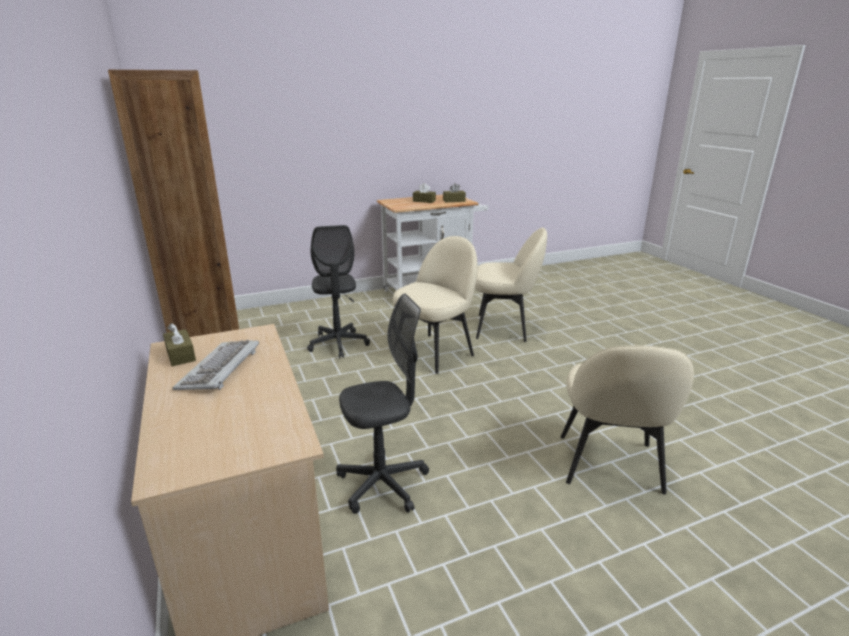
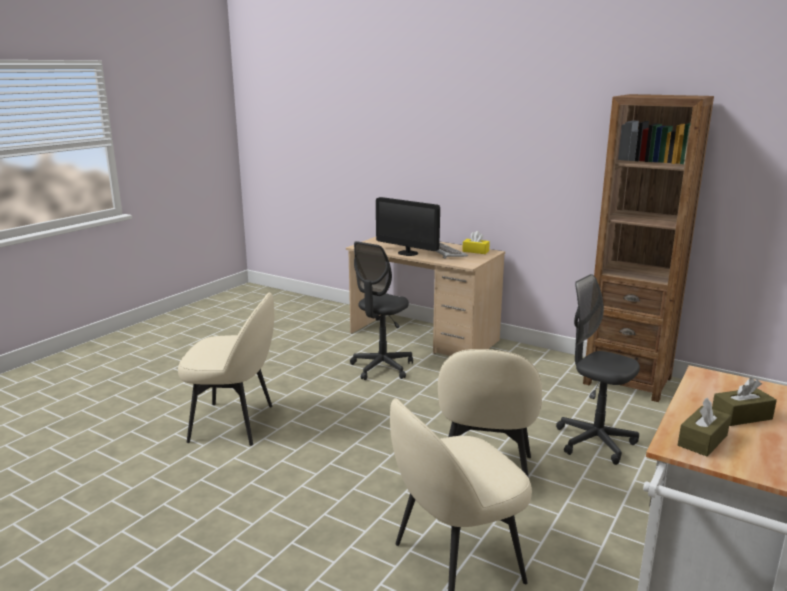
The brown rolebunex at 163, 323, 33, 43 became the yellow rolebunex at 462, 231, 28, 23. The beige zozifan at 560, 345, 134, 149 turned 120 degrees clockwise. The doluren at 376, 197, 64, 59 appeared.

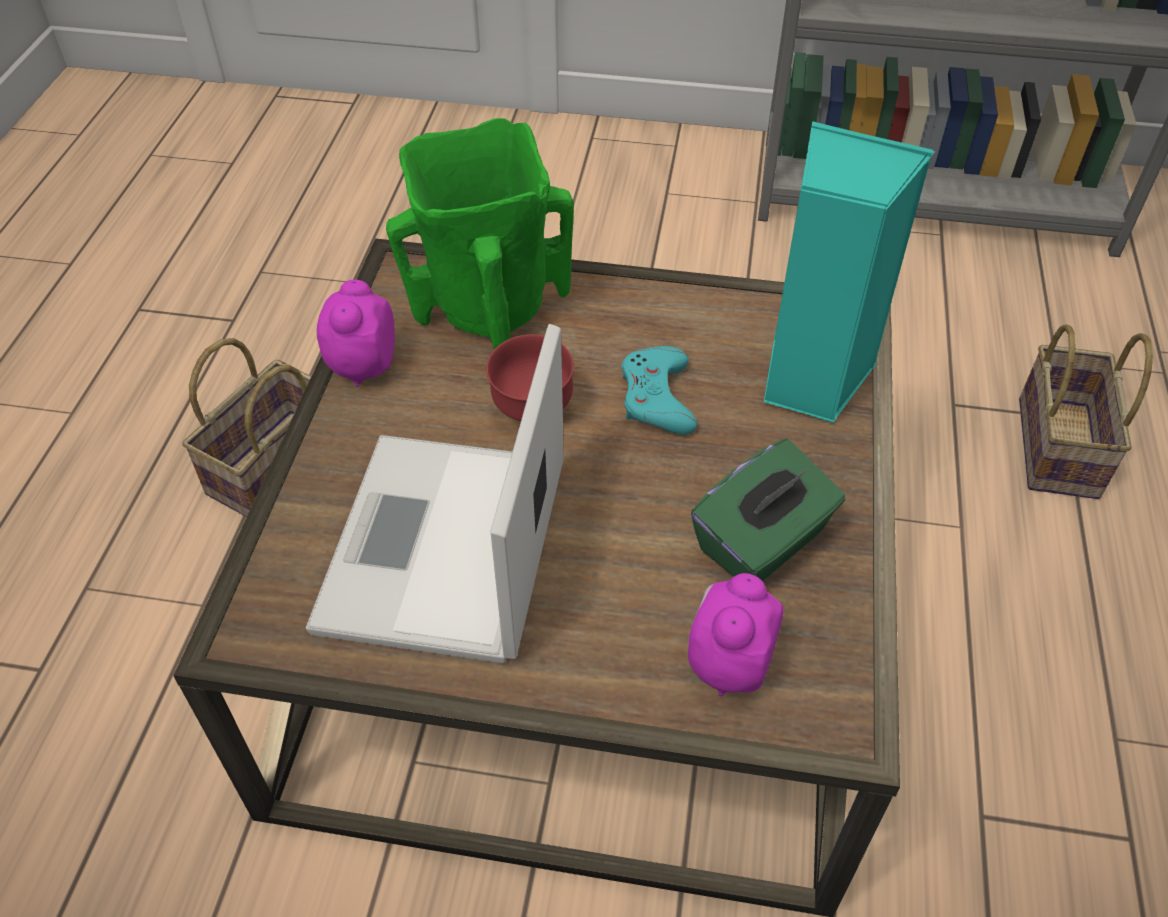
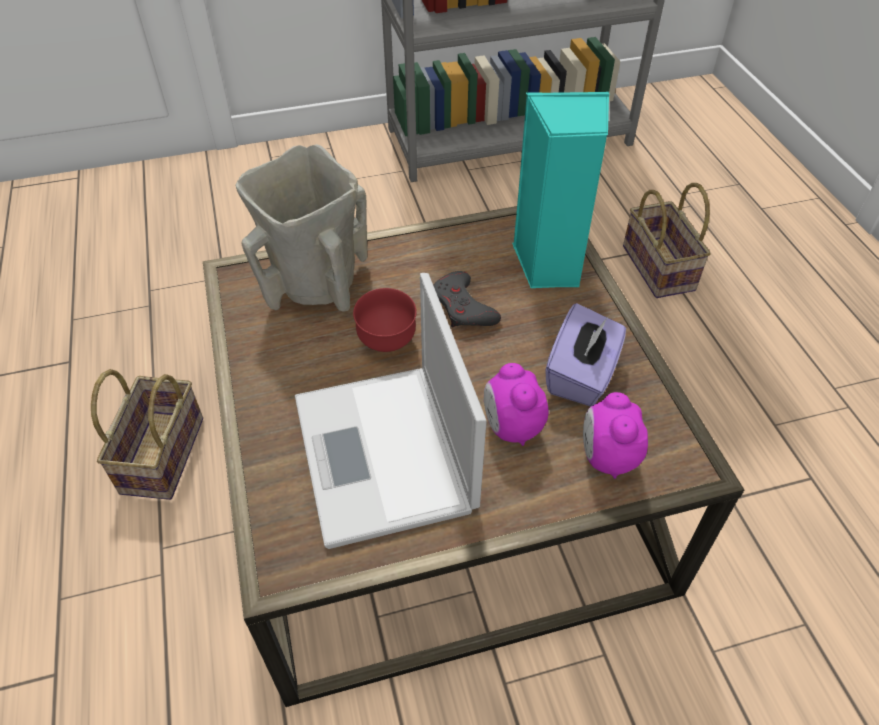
The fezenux moved from 317, 280, 78, 107 to 484, 363, 64, 83. The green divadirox at 386, 118, 188, 232 became the beige divadirox at 235, 144, 133, 168. The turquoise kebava at 622, 346, 75, 89 became the grey kebava at 433, 271, 68, 57. The green rolebunex at 691, 439, 154, 142 became the purple rolebunex at 545, 303, 81, 104.

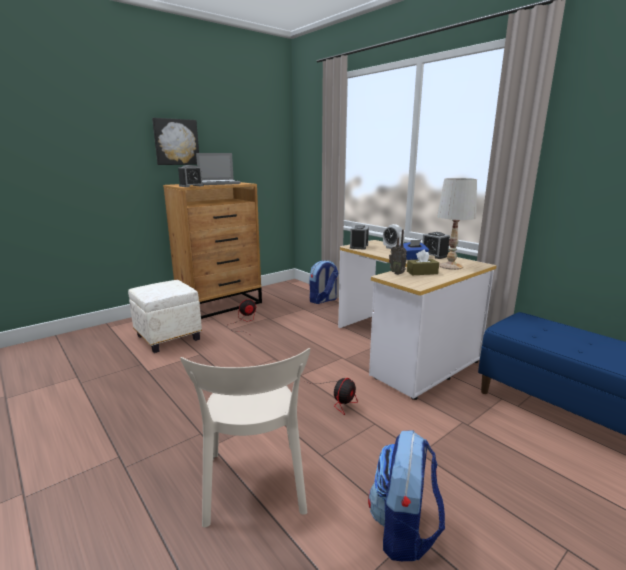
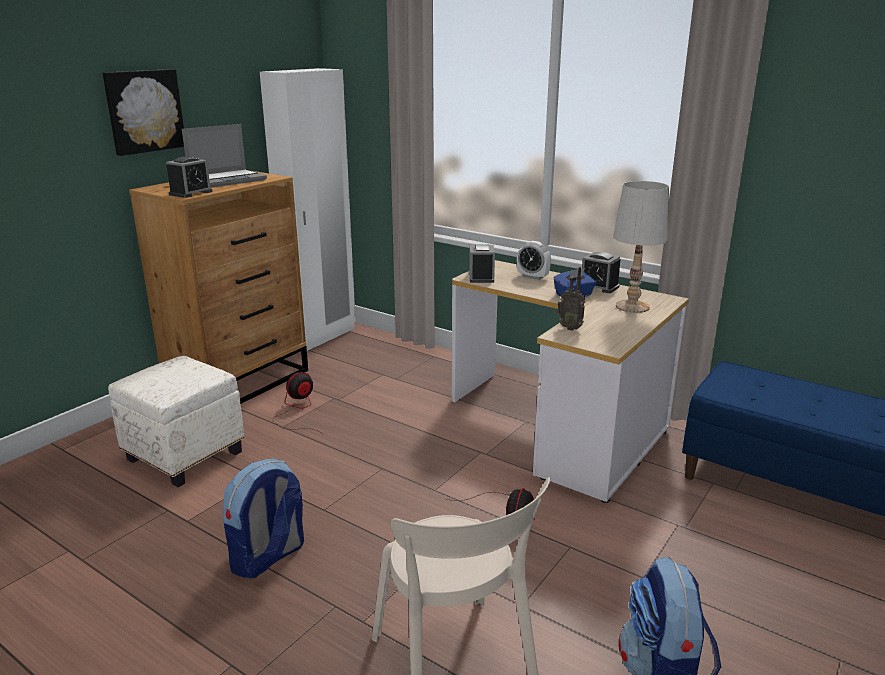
The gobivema moved from 309, 260, 29, 44 to 223, 459, 81, 120. The brown rolebunex at 407, 250, 32, 25 disappeared. The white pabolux at 260, 68, 96, 283 appeared.

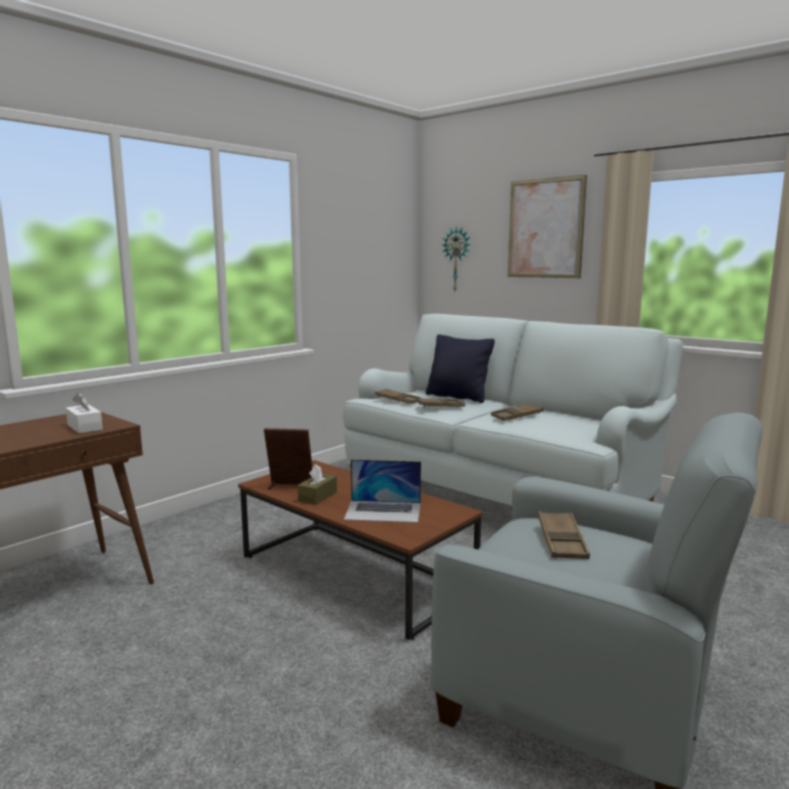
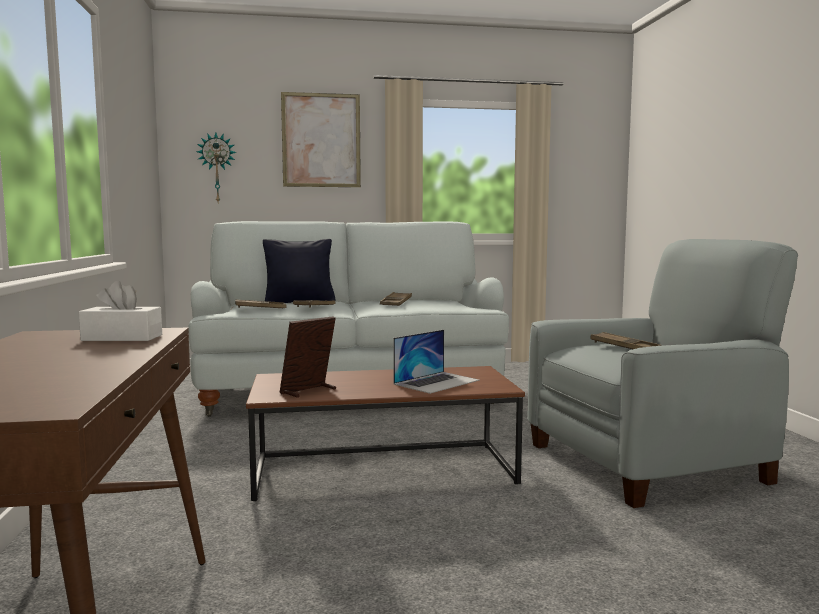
The brown rolebunex at 298, 464, 39, 41 disappeared.

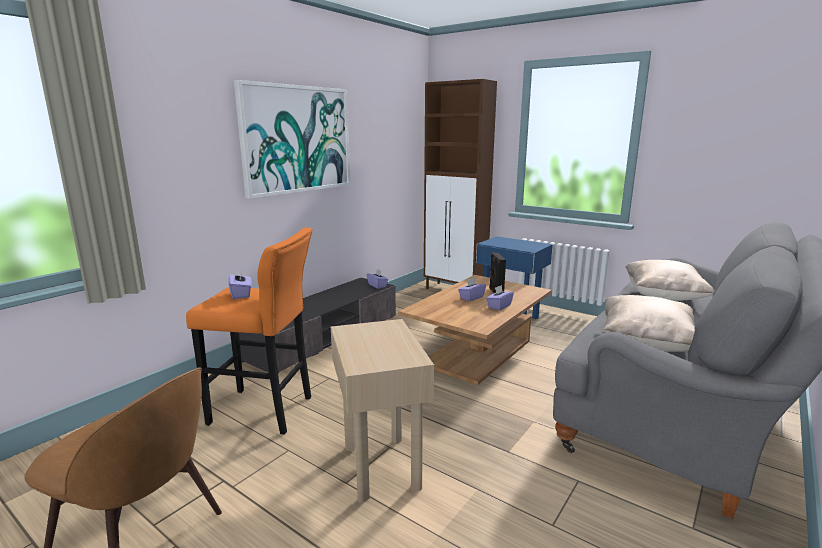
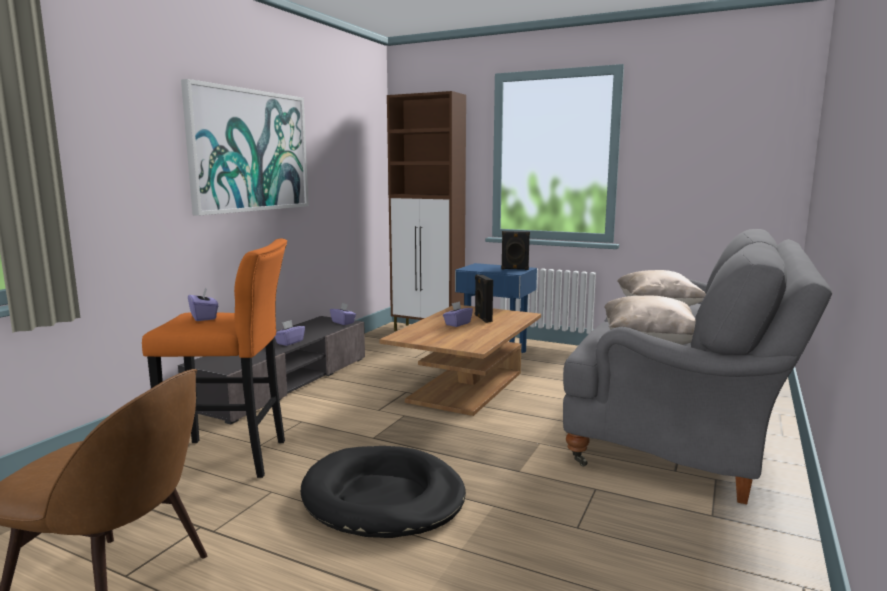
The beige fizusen at 331, 319, 103, 184 was replaced by the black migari at 301, 446, 165, 92. The purple rolebunex moved from 486, 285, 28, 25 to 275, 320, 30, 26. The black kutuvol at 501, 231, 29, 39 appeared.

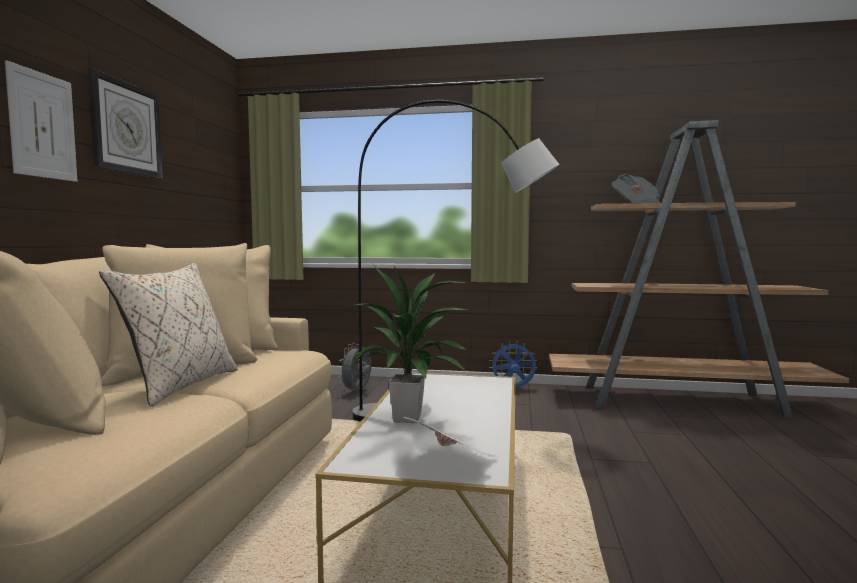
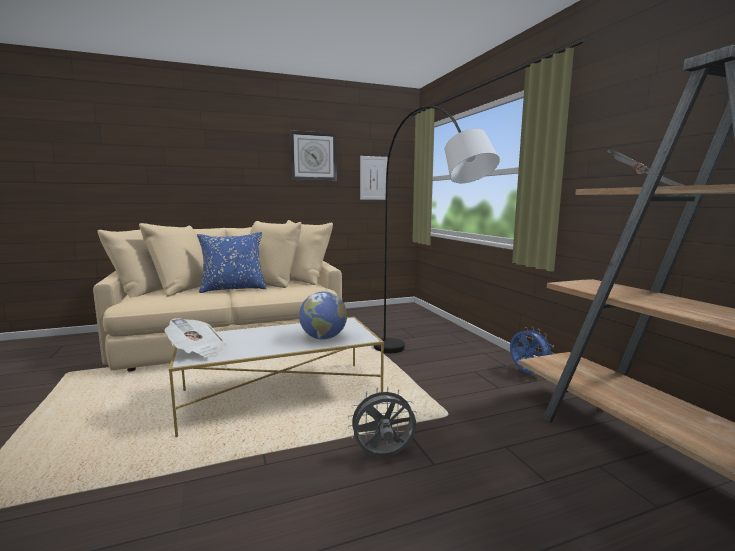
The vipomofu moved from 5, 60, 72, 122 to 360, 156, 28, 44. The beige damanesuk at 99, 263, 139, 144 became the blue damanesuk at 197, 232, 70, 61. The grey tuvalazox moved from 338, 343, 33, 49 to 348, 387, 69, 70. The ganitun at 348, 266, 120, 157 disappeared. The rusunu at 299, 291, 48, 49 appeared.

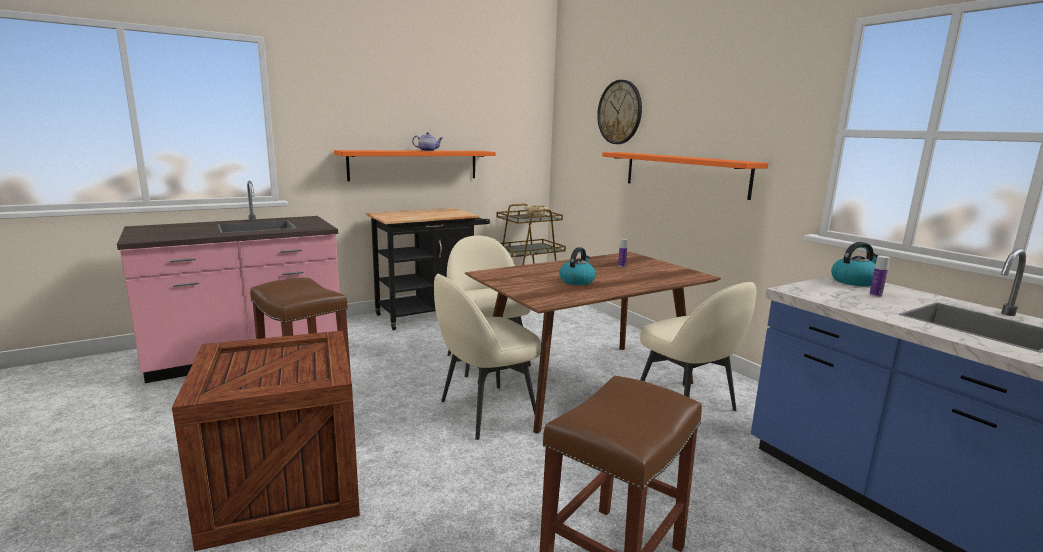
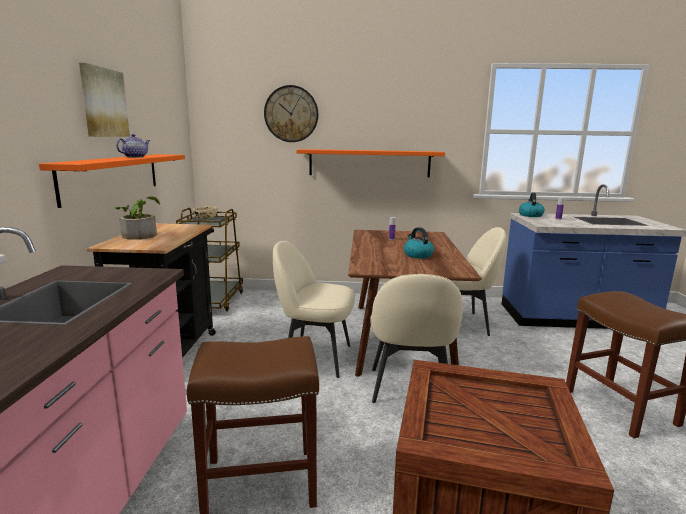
The vipomofu at 79, 63, 51, 74 appeared. The ganitun at 115, 196, 45, 44 appeared.

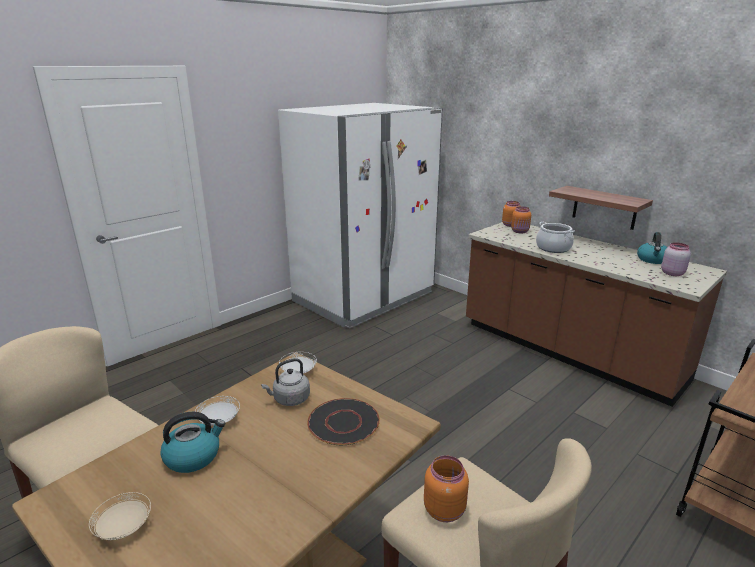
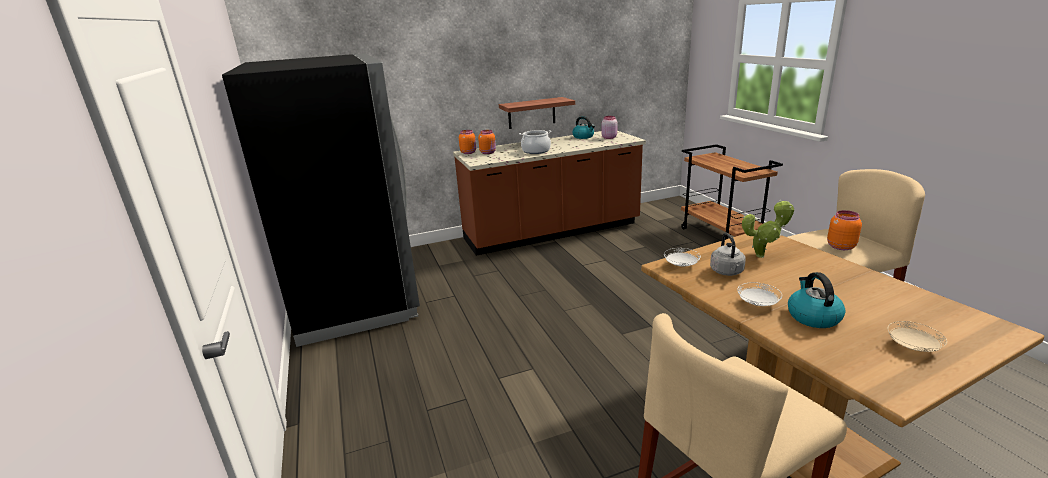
The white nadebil at 278, 103, 165, 226 became the black nadebil at 222, 53, 198, 294. The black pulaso at 307, 398, 73, 47 was replaced by the ganitun at 742, 200, 52, 58.

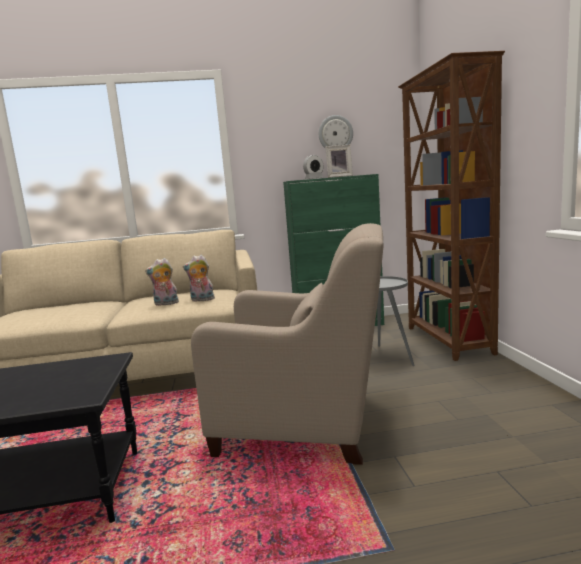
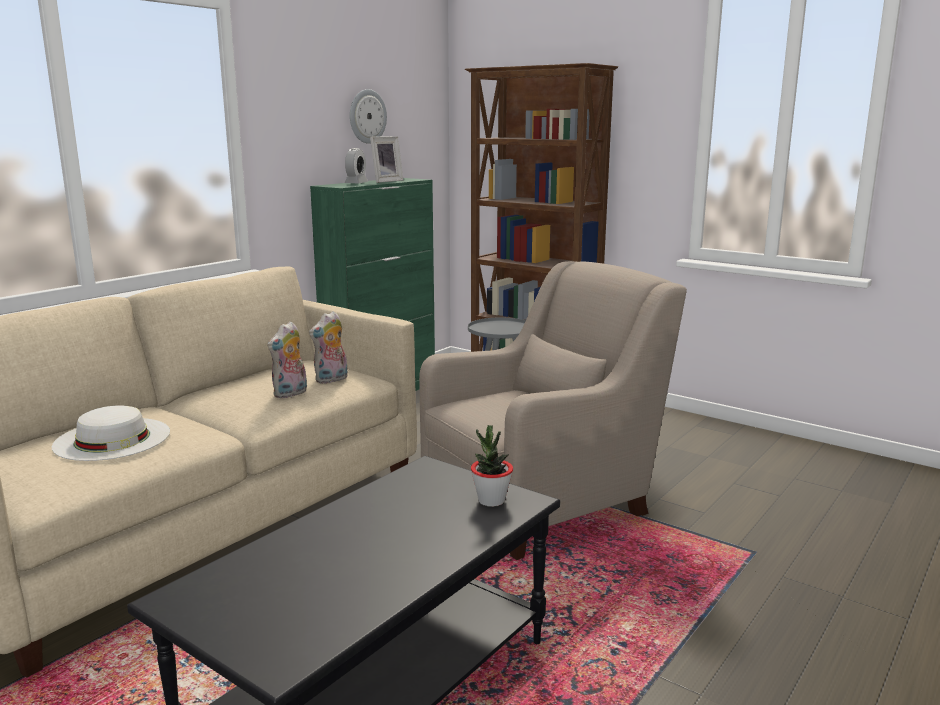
The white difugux at 52, 405, 118, 56 appeared. The ganitun at 471, 425, 42, 82 appeared.

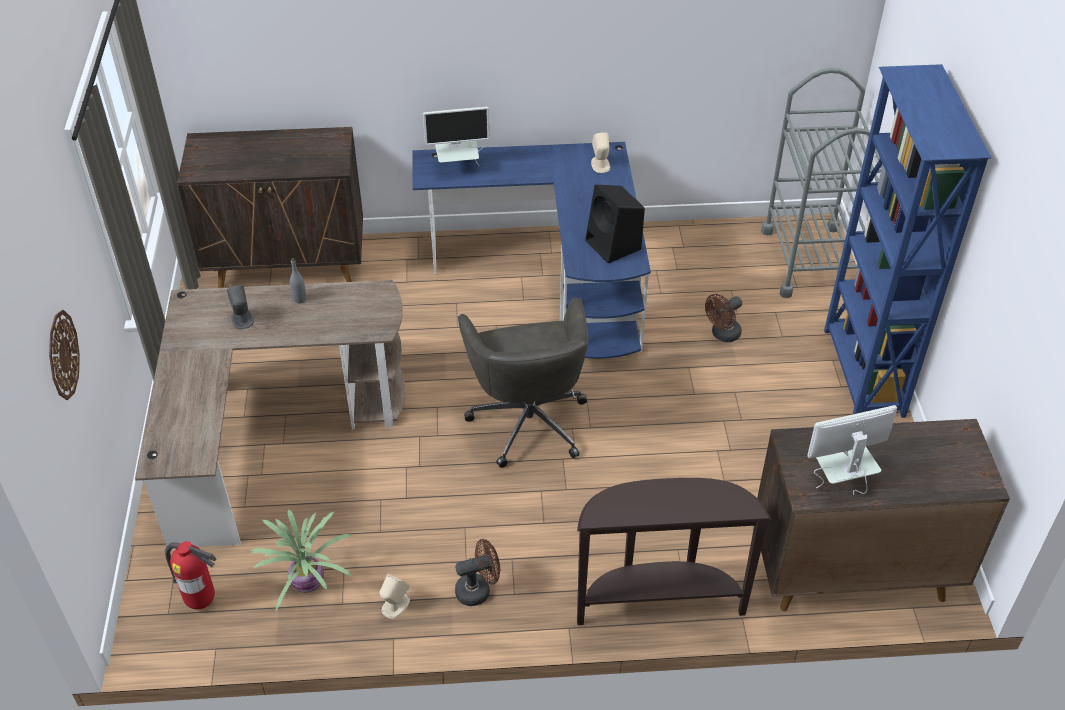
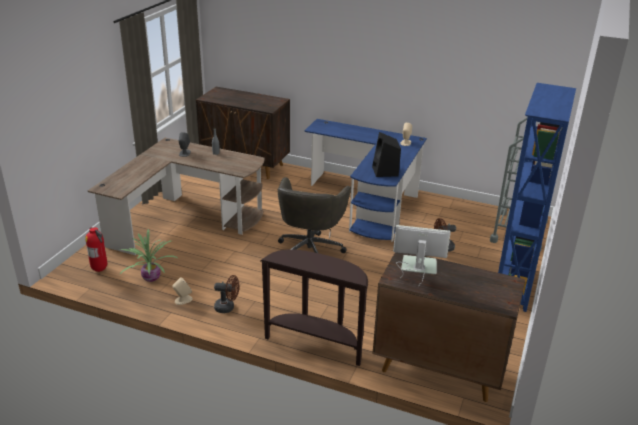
The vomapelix at 49, 310, 31, 90 disappeared. The doluren at 423, 107, 67, 59 disappeared.

